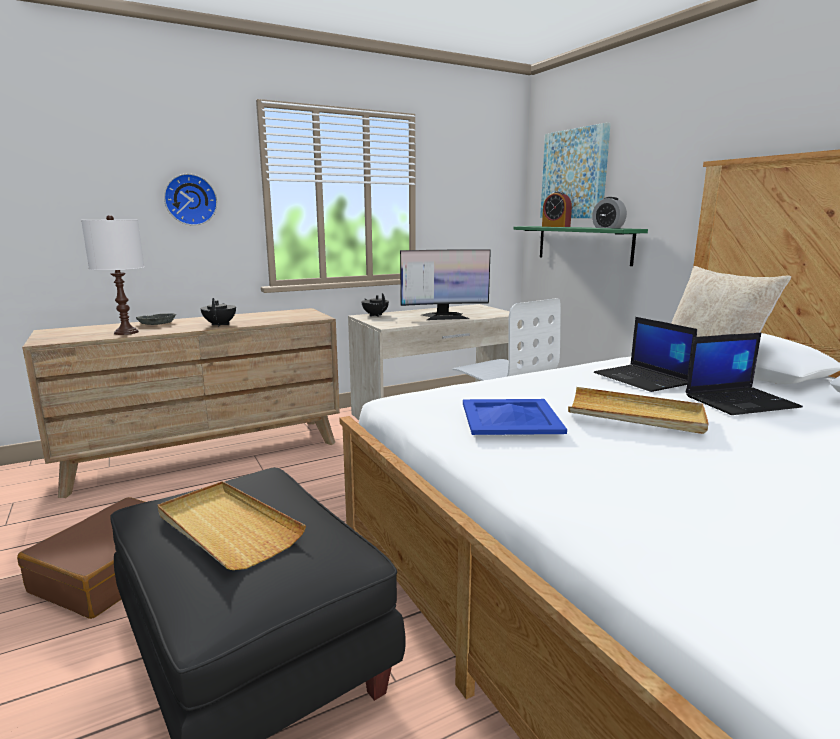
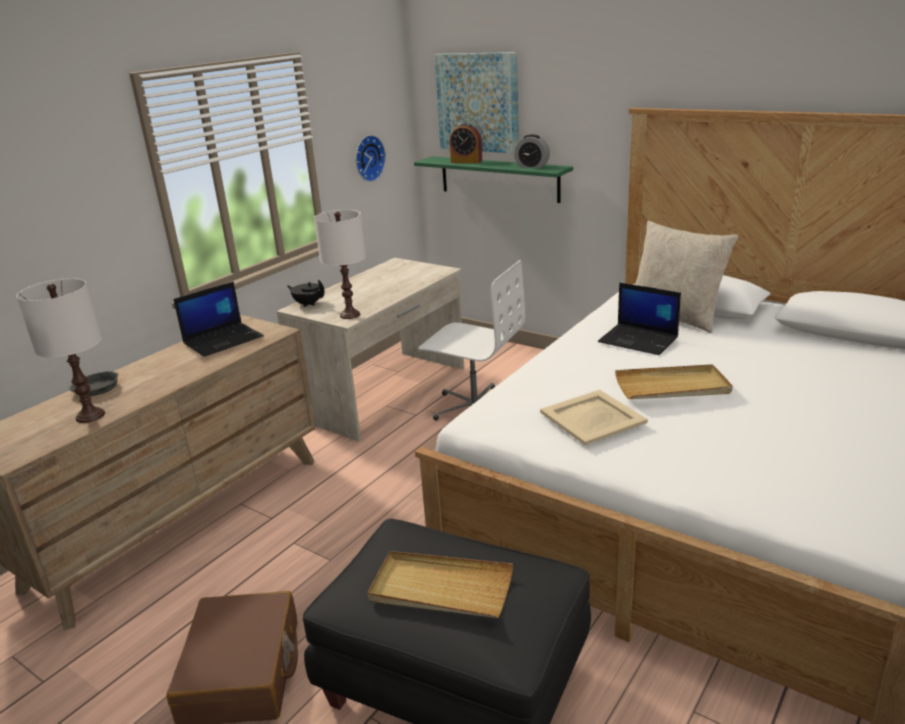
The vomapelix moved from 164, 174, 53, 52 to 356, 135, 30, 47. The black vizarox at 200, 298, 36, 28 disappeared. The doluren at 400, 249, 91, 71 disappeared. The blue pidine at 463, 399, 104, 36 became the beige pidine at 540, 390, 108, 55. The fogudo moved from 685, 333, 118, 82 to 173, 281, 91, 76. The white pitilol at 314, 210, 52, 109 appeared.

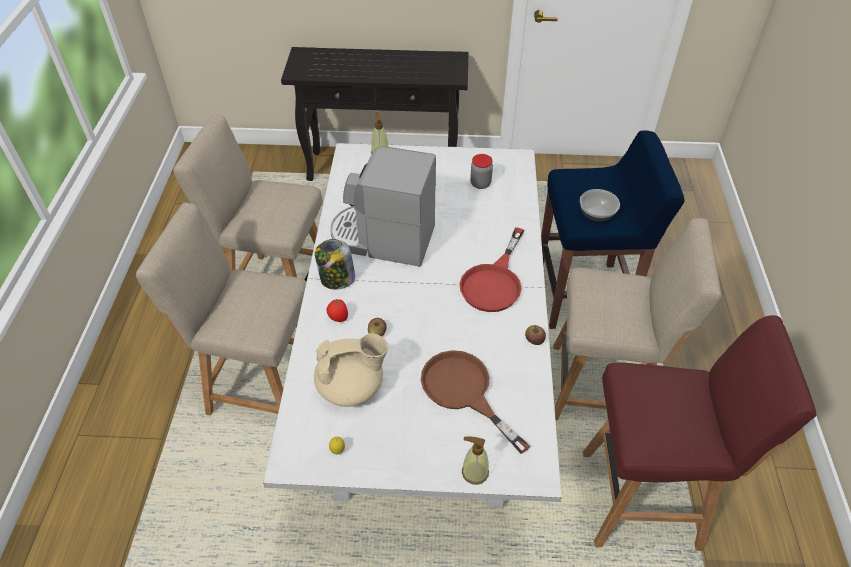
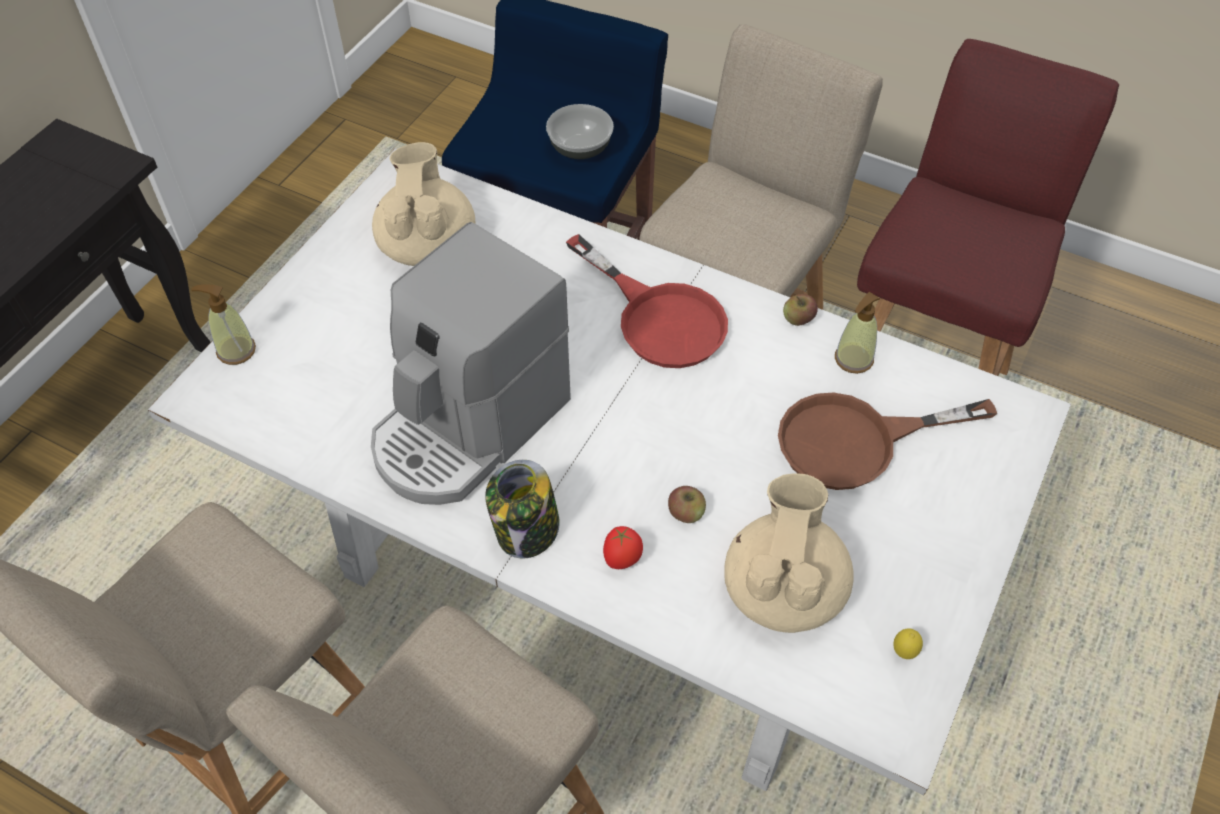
The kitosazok moved from 462, 436, 27, 49 to 835, 292, 45, 82. The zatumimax at 470, 154, 23, 35 was replaced by the beige vizarox at 372, 142, 103, 124.

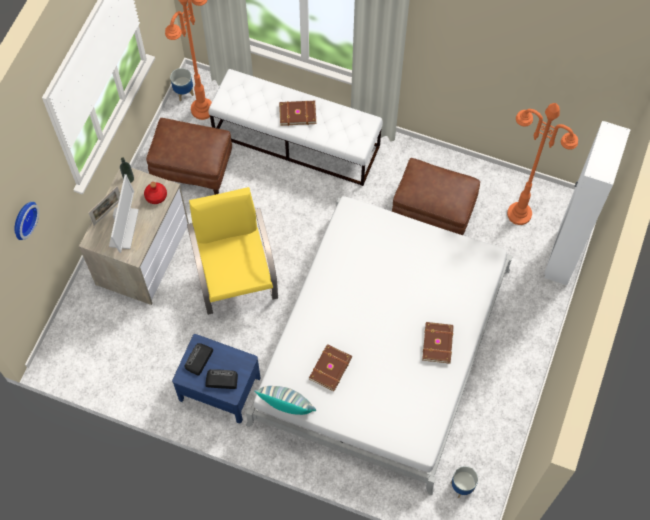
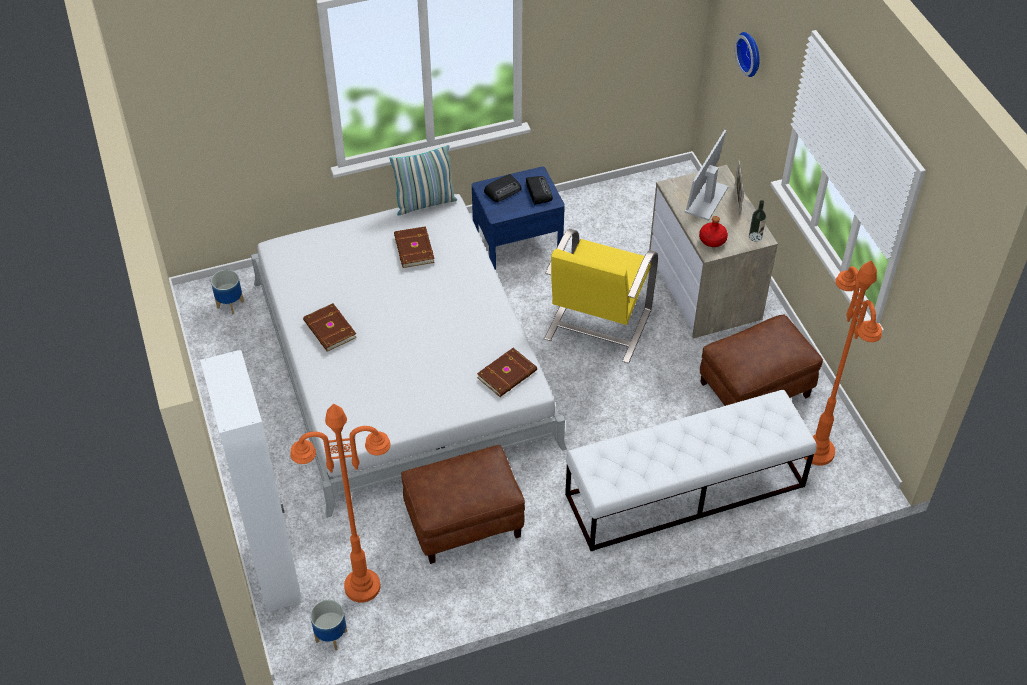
The doluren at 109, 174, 30, 79 turned 60 degrees clockwise. The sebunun moved from 170, 68, 24, 33 to 310, 600, 37, 51. The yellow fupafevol at 187, 187, 91, 128 turned 75 degrees clockwise. The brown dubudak moved from 279, 101, 37, 25 to 477, 348, 60, 49.

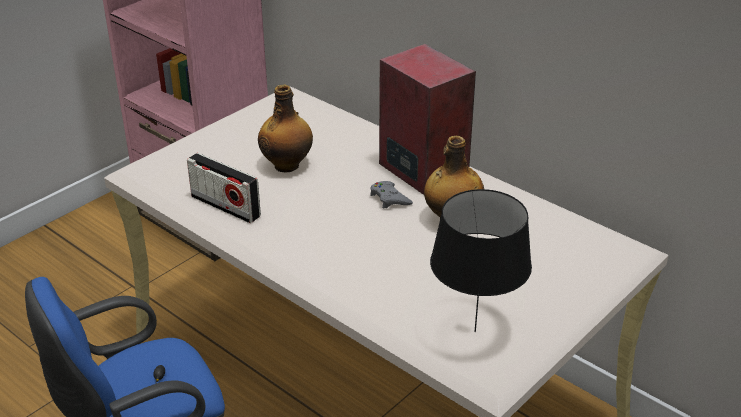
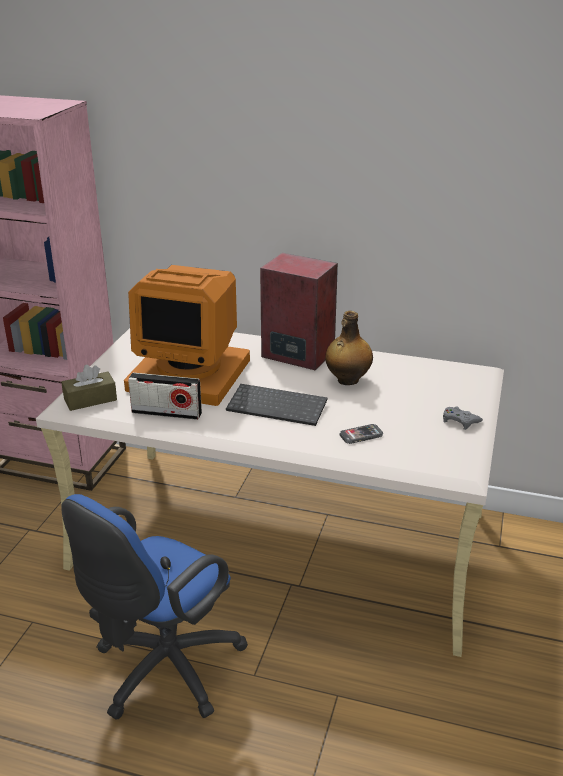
The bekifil at 258, 84, 55, 88 was replaced by the doluren at 124, 265, 126, 141. The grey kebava moved from 370, 181, 43, 27 to 443, 407, 40, 23. The black pitilol at 430, 189, 102, 143 disappeared. The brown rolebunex at 62, 365, 55, 46 appeared. The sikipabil at 226, 384, 101, 42 appeared. The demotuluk at 340, 424, 43, 20 appeared.

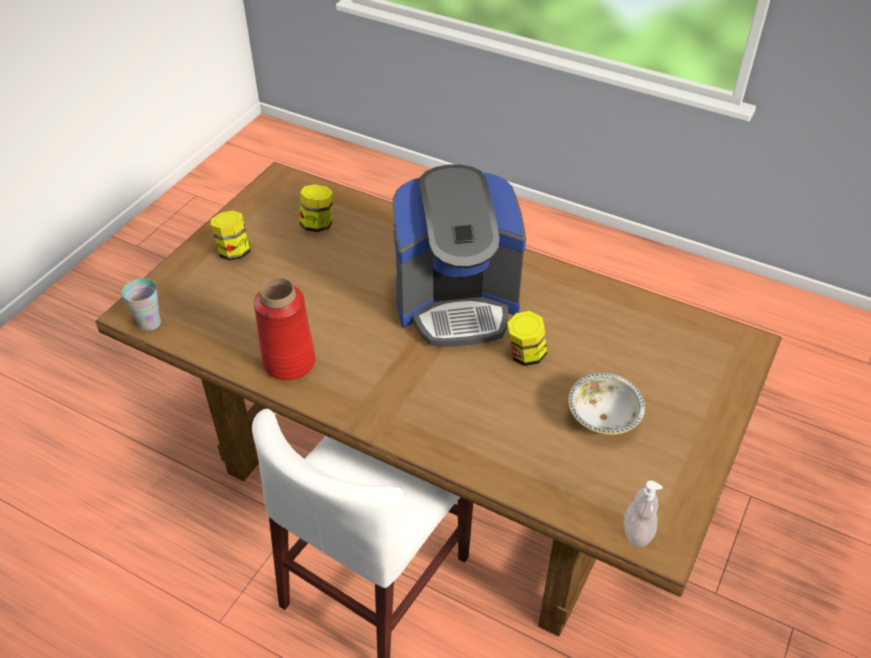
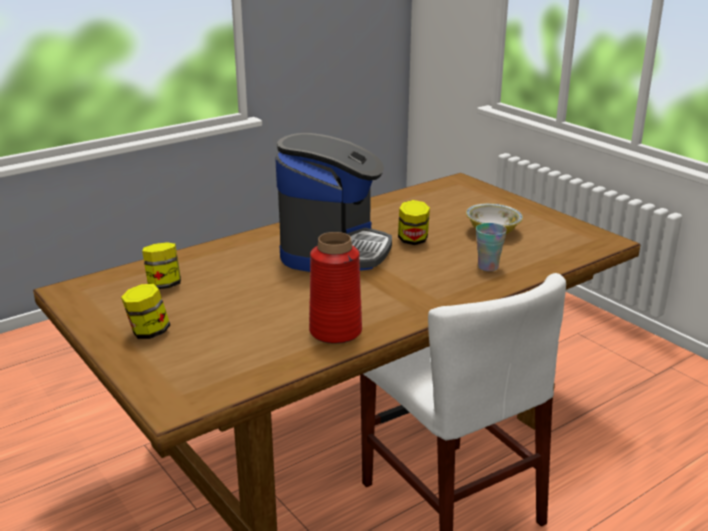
The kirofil moved from 122, 278, 39, 53 to 476, 223, 31, 48. The kitosazok at 624, 481, 39, 66 disappeared.

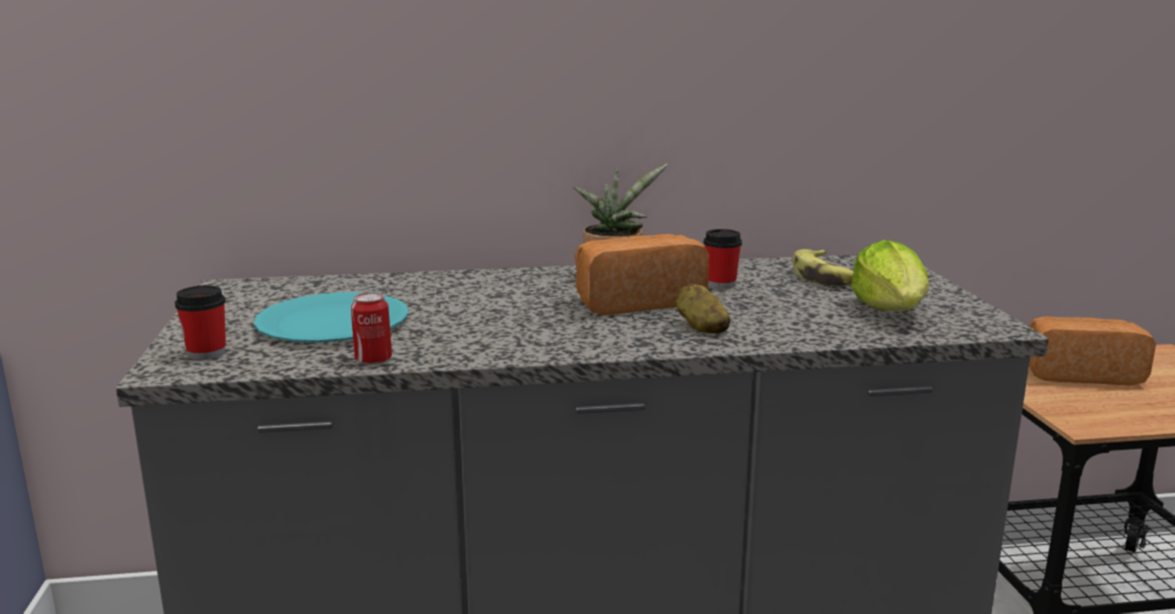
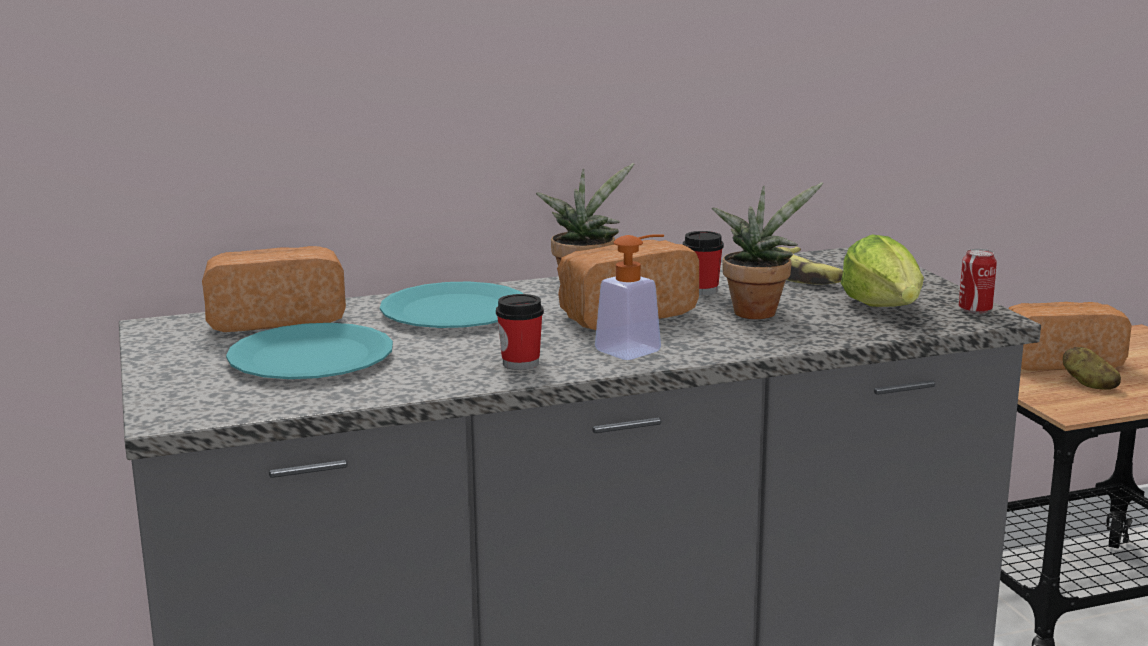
The kirofil moved from 175, 285, 51, 75 to 496, 294, 48, 76. The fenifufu moved from 351, 292, 41, 73 to 959, 249, 38, 65. The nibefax moved from 676, 284, 55, 50 to 1063, 347, 58, 43. The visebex at 202, 246, 144, 86 appeared. The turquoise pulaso at 380, 282, 143, 46 appeared. The kitosazok at 595, 234, 69, 126 appeared. The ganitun at 712, 183, 111, 136 appeared.

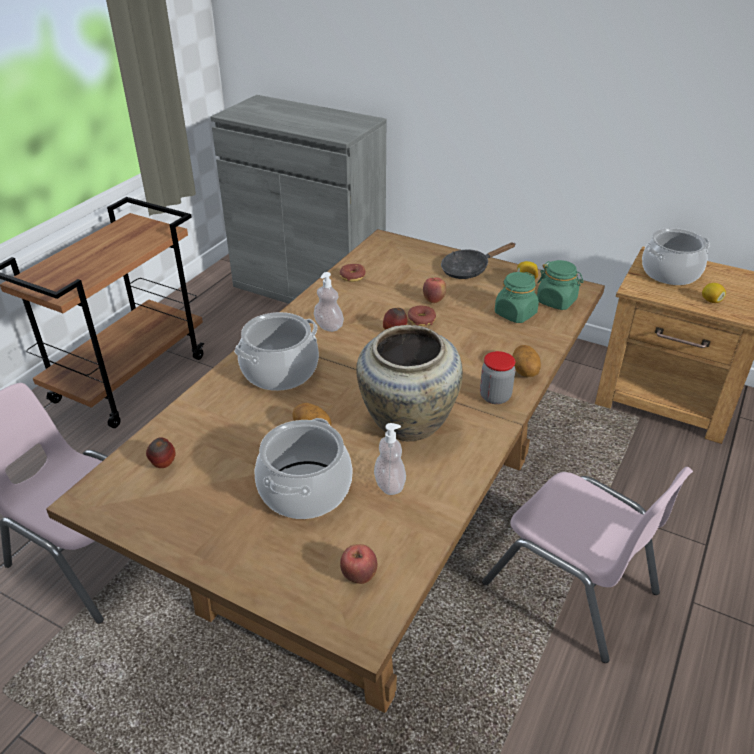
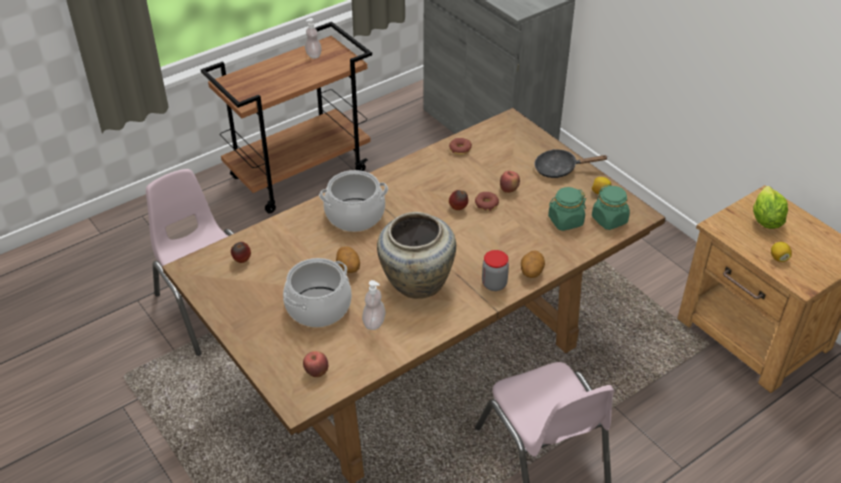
The kitosazok moved from 314, 272, 30, 60 to 305, 18, 17, 41. The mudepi at 642, 228, 68, 57 was replaced by the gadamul at 753, 186, 35, 43.

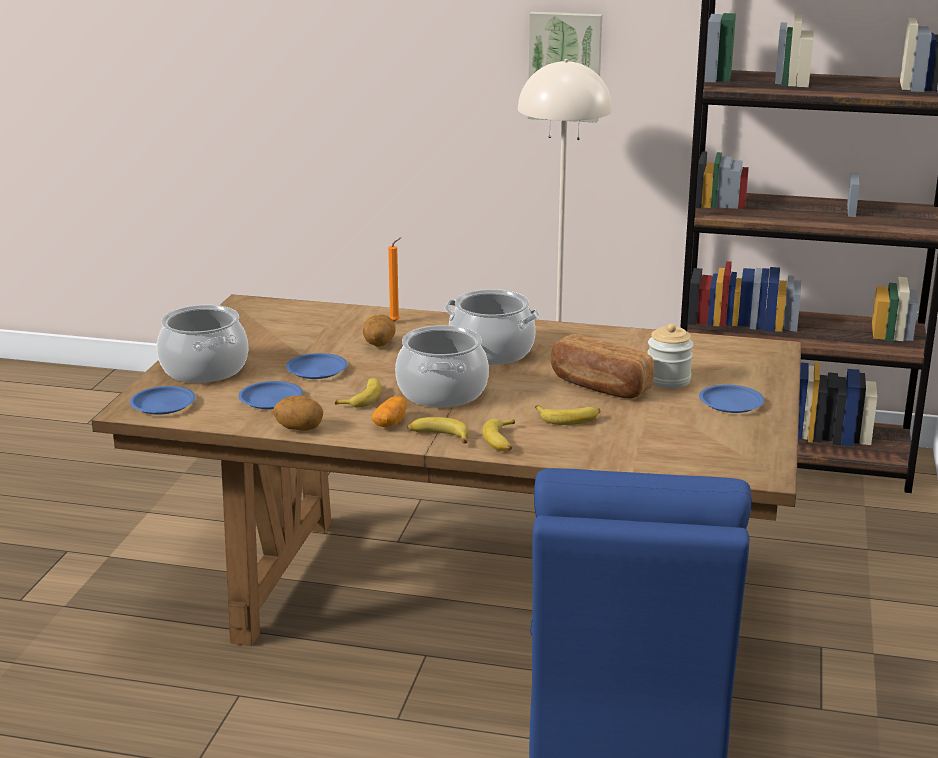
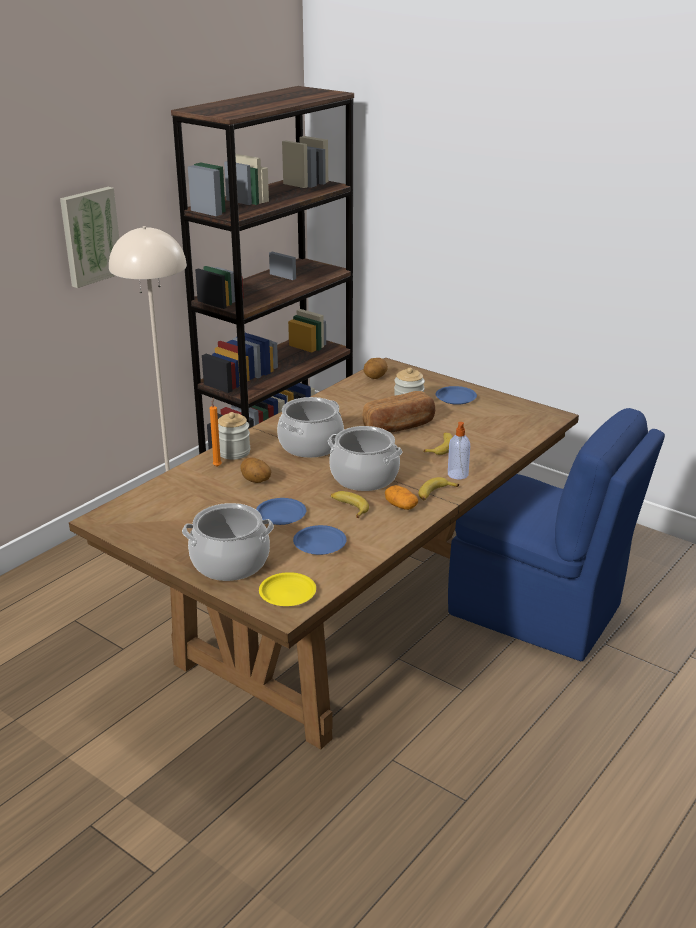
The blue pulaso at 130, 386, 66, 28 became the yellow pulaso at 259, 572, 57, 34. The nibefax moved from 273, 395, 50, 36 to 364, 358, 24, 21. The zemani at 483, 419, 32, 32 was replaced by the kitosazok at 448, 422, 22, 57. The zatumimax at 218, 412, 32, 48 appeared.

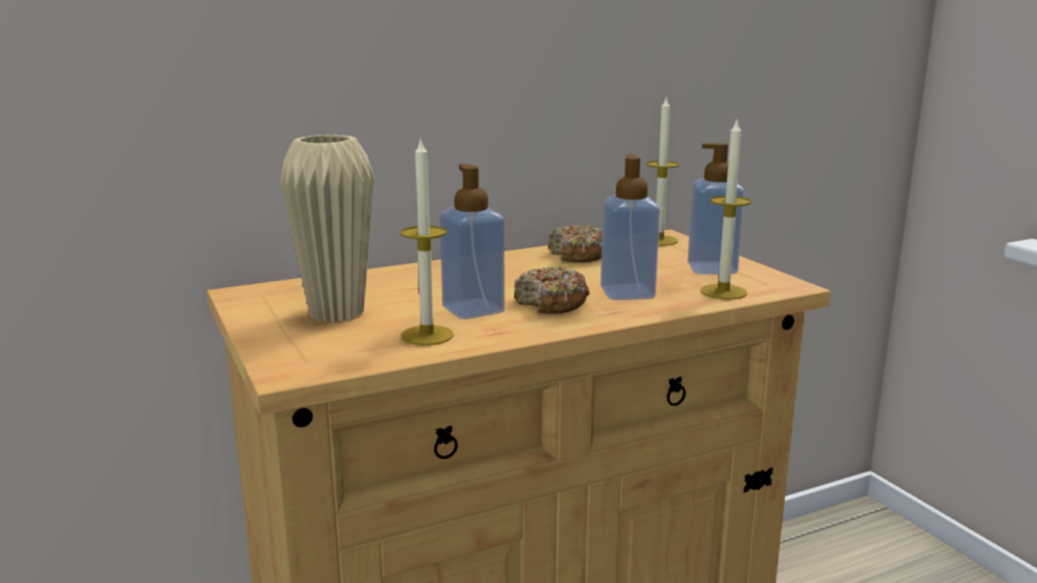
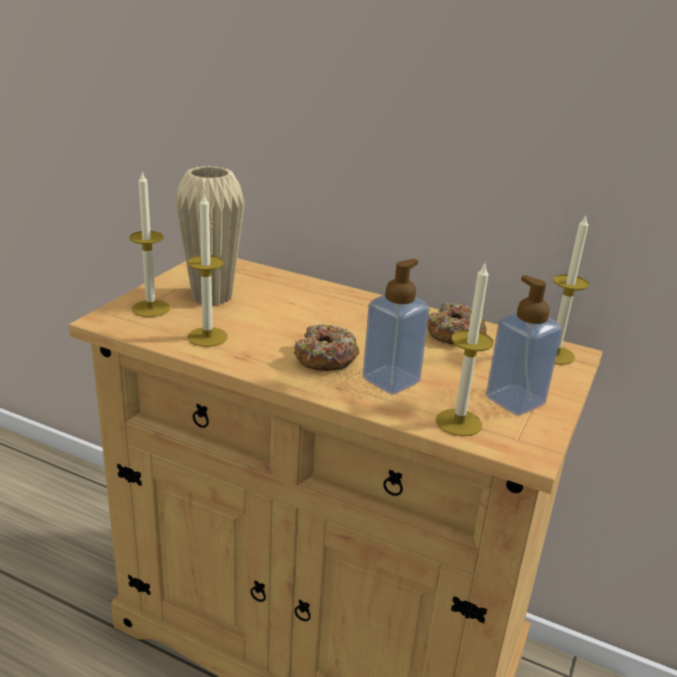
The kitosazok at 440, 164, 65, 155 disappeared. The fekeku at 129, 172, 41, 145 appeared.

